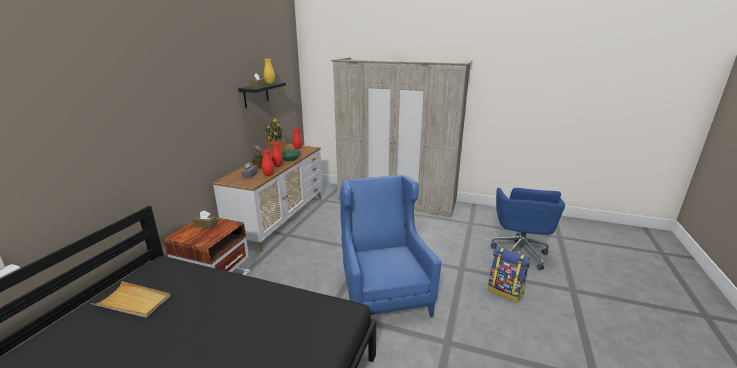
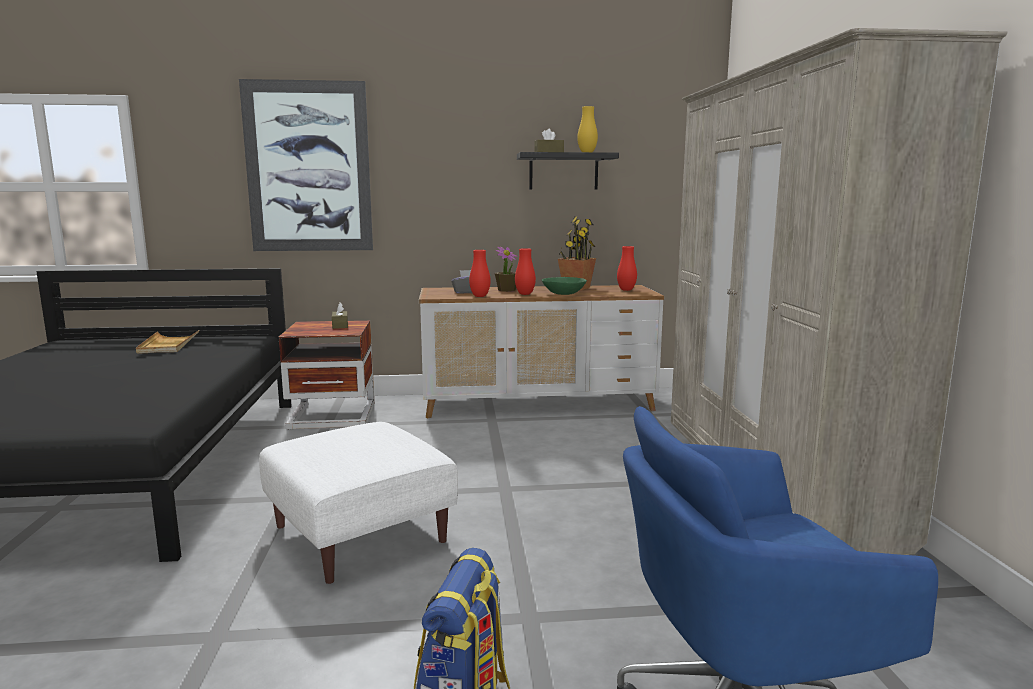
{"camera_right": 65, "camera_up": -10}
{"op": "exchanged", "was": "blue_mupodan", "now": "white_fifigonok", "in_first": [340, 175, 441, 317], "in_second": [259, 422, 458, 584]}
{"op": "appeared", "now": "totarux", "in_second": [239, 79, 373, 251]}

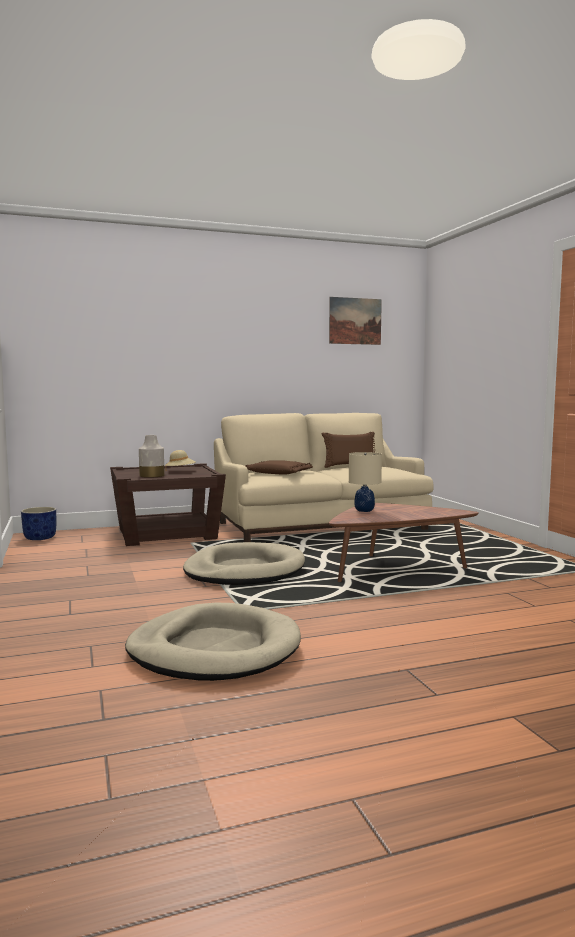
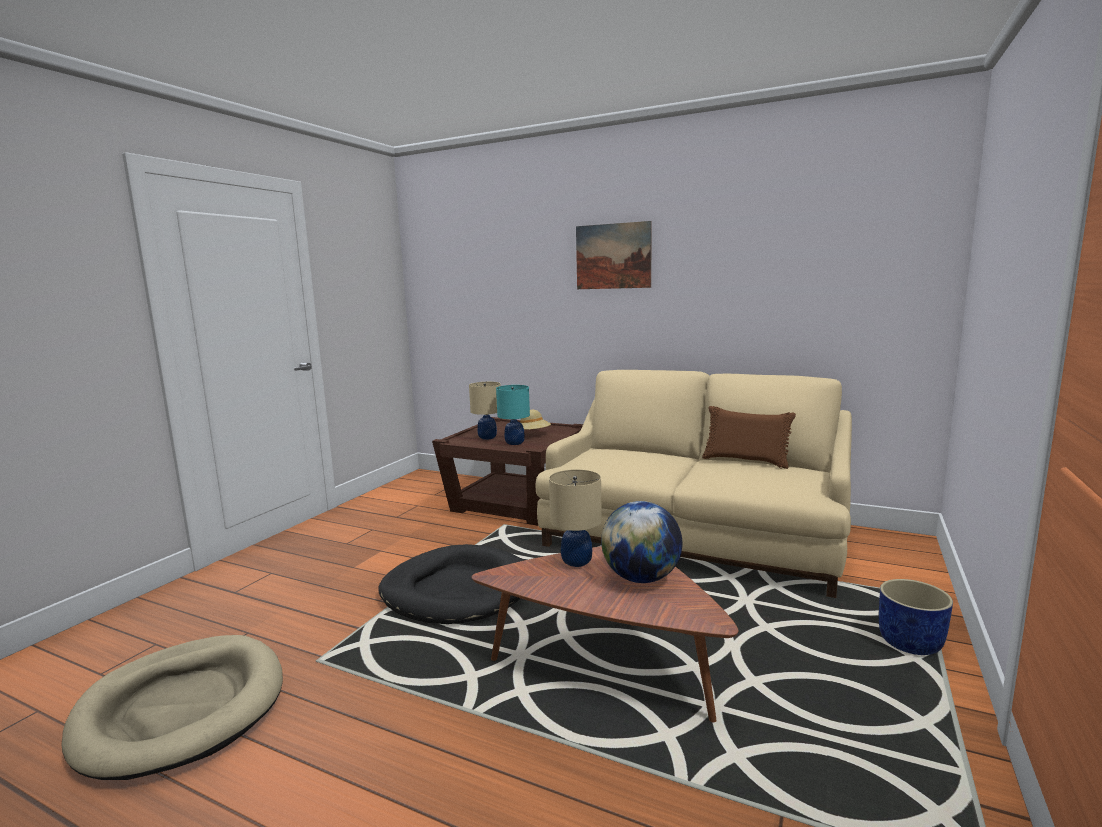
{"camera_right": 45, "camera_up": 5}
{"op": "relocated", "was": "totarux", "in_first": [329, 297, 382, 345], "in_second": [576, 221, 652, 289]}
{"op": "exchanged", "was": "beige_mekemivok", "now": "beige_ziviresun", "in_first": [139, 435, 165, 478], "in_second": [469, 382, 501, 440]}
{"op": "missing", "was": "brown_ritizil", "in_first": [246, 460, 313, 475]}
{"op": "relocated", "was": "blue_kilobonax", "in_first": [21, 507, 56, 540], "in_second": [879, 579, 953, 655]}
{"op": "colour", "was": "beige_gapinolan", "now": "black_gapinolan", "in_first": [183, 542, 305, 585], "in_second": [378, 544, 524, 624]}
{"op": "appeared", "now": "turquoise_ziviresun", "in_second": [496, 385, 530, 445]}
{"op": "appeared", "now": "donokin", "in_second": [601, 501, 682, 583]}

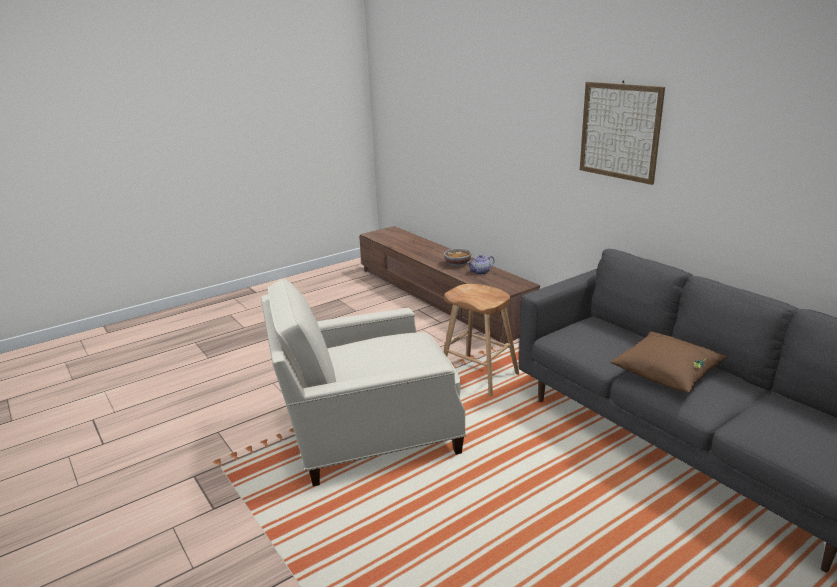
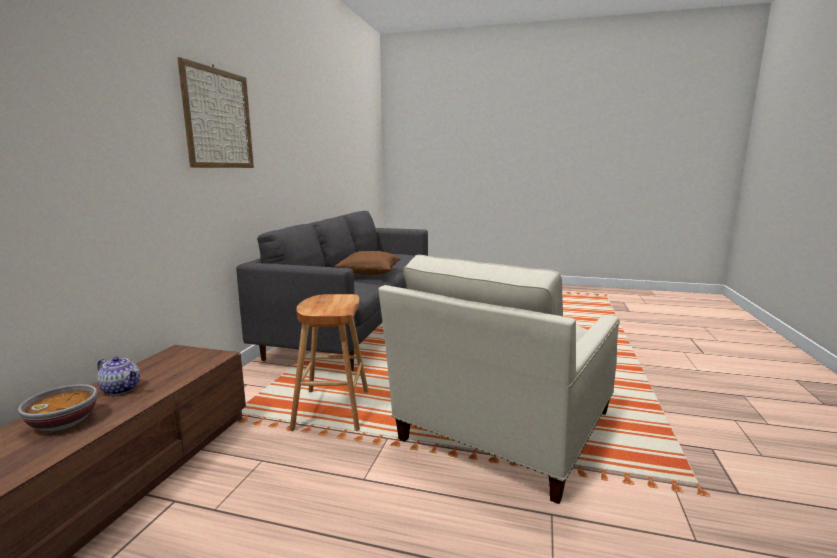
{"camera_right": -130, "camera_up": -10}
{"op": "spun", "was": "beige_mupodan", "in_first": [261, 278, 466, 487], "in_second": [378, 255, 620, 504], "clockwise": 90}

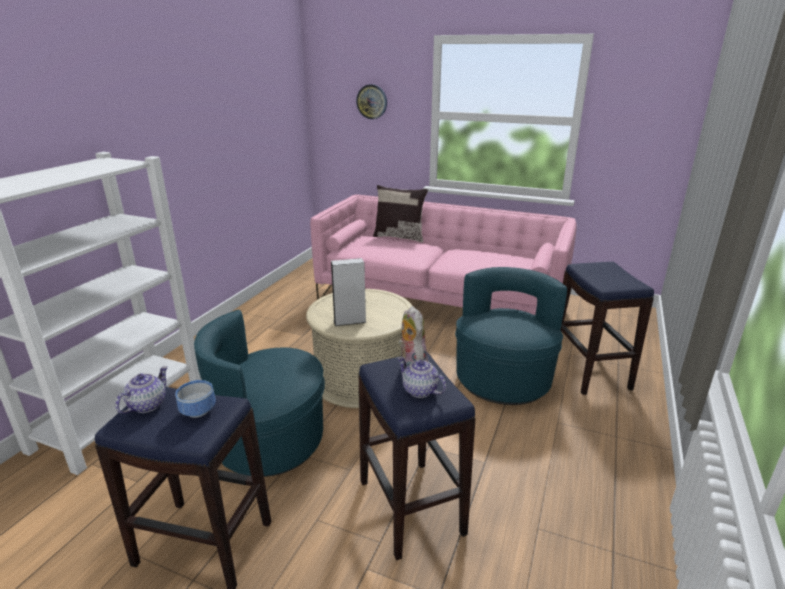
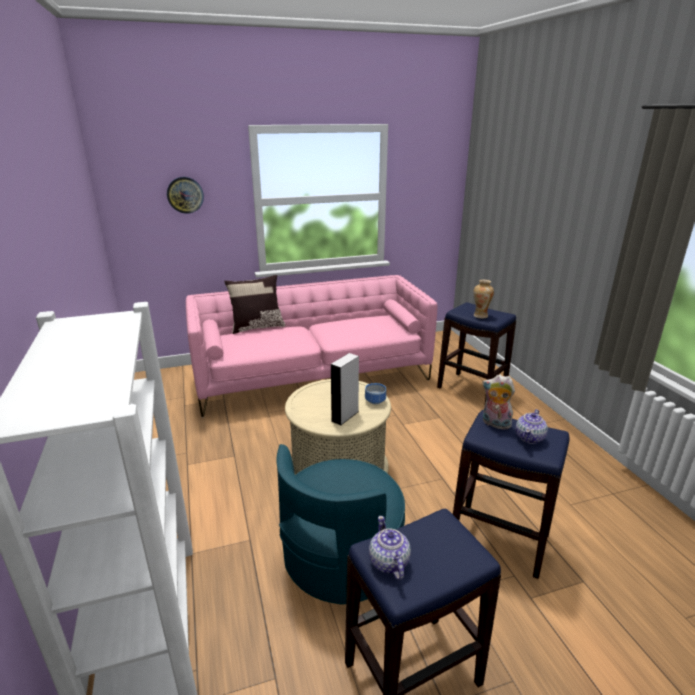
{"camera_right": -40, "camera_up": 0}
{"op": "missing", "was": "turquoise_mupodan", "in_first": [455, 267, 567, 405]}
{"op": "spun", "was": "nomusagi", "in_first": [397, 357, 447, 398], "in_second": [515, 409, 548, 444], "clockwise": -60}
{"op": "relocated", "was": "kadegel", "in_first": [175, 380, 216, 418], "in_second": [365, 383, 386, 405]}
{"op": "appeared", "now": "mekemivok", "in_second": [473, 280, 494, 318]}

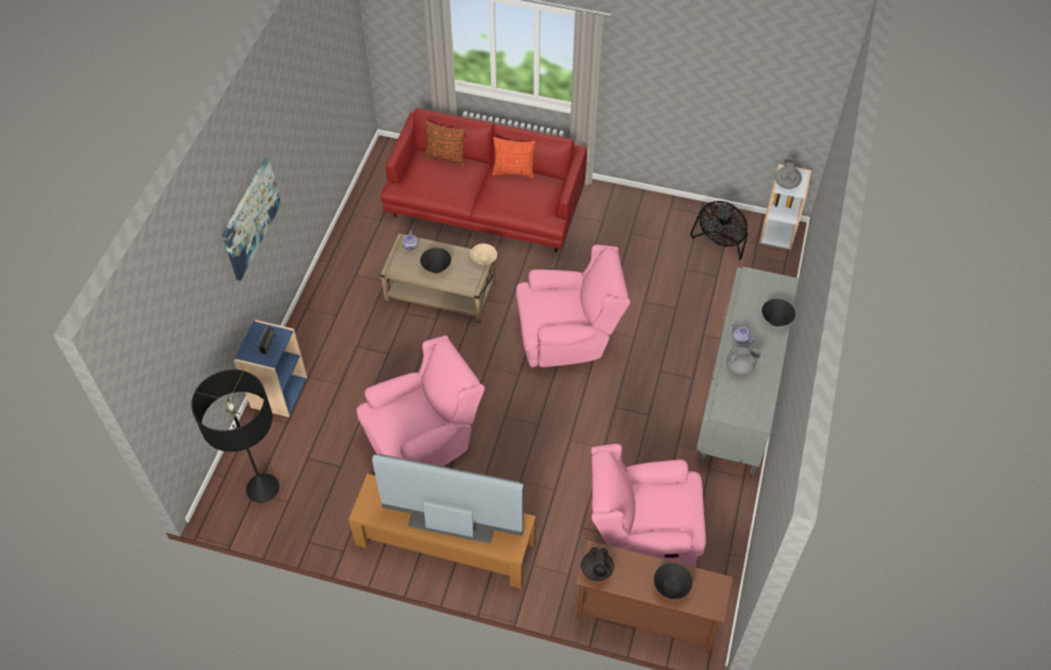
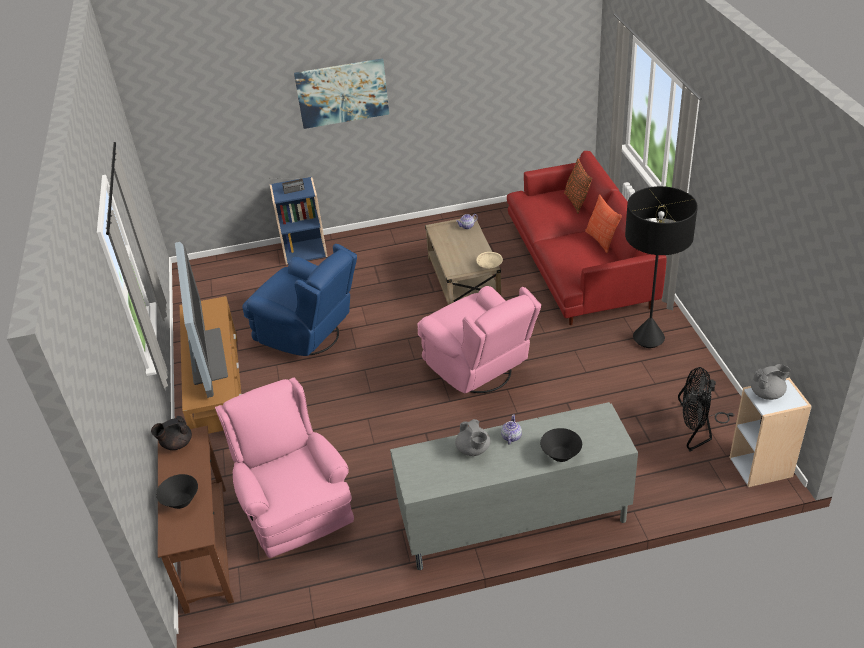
{"camera_right": 65, "camera_up": -15}
{"op": "missing", "was": "black_kadegel", "in_first": [420, 248, 451, 273]}
{"op": "colour", "was": "pink_mupodan", "now": "blue_mupodan", "in_first": [357, 335, 485, 466], "in_second": [242, 244, 357, 356]}
{"op": "relocated", "was": "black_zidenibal", "in_first": [191, 369, 279, 503], "in_second": [625, 186, 698, 348]}

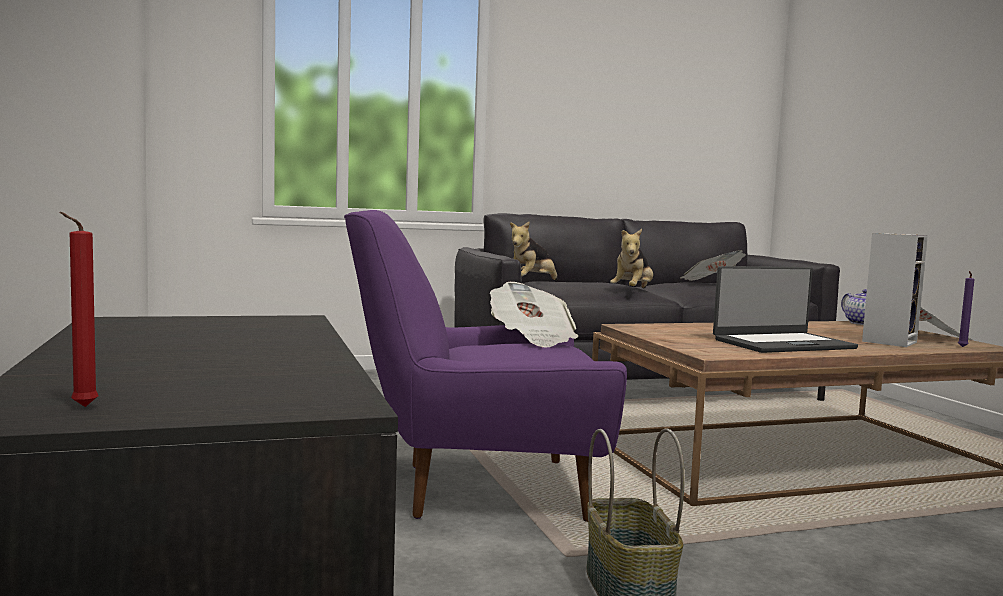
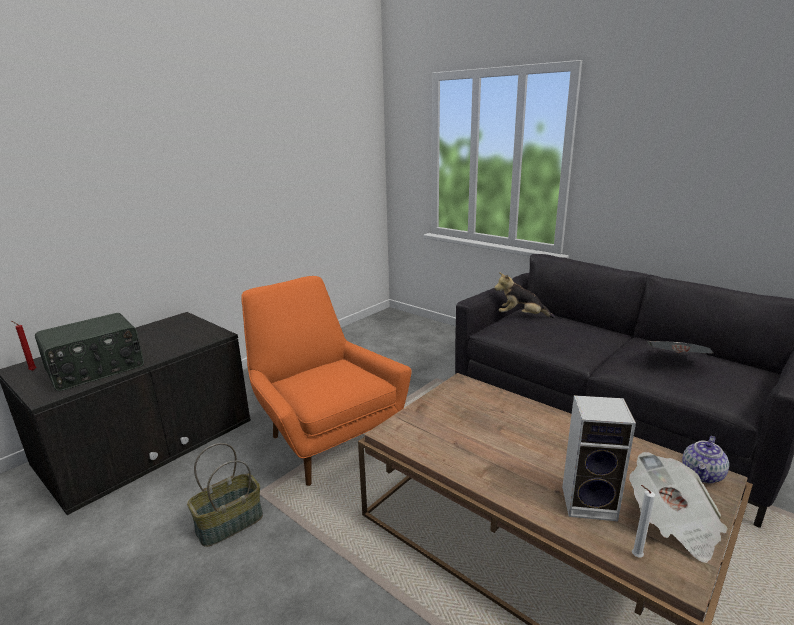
{"camera_right": 60, "camera_up": 15}
{"op": "colour", "was": "purple_mupodan", "now": "orange_mupodan", "in_first": [344, 210, 627, 522], "in_second": [241, 276, 412, 486]}
{"op": "missing", "was": "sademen", "in_first": [610, 229, 653, 288]}
{"op": "missing", "was": "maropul", "in_first": [713, 266, 858, 353]}
{"op": "colour", "was": "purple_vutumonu", "now": "white_vutumonu", "in_first": [958, 271, 975, 347], "in_second": [632, 485, 655, 557]}
{"op": "missing", "was": "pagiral", "in_first": [490, 282, 578, 347]}
{"op": "appeared", "now": "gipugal", "in_second": [35, 313, 144, 391]}

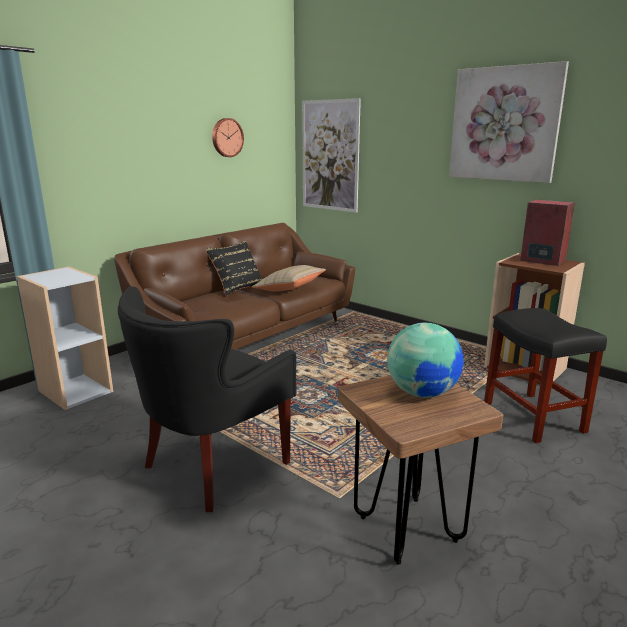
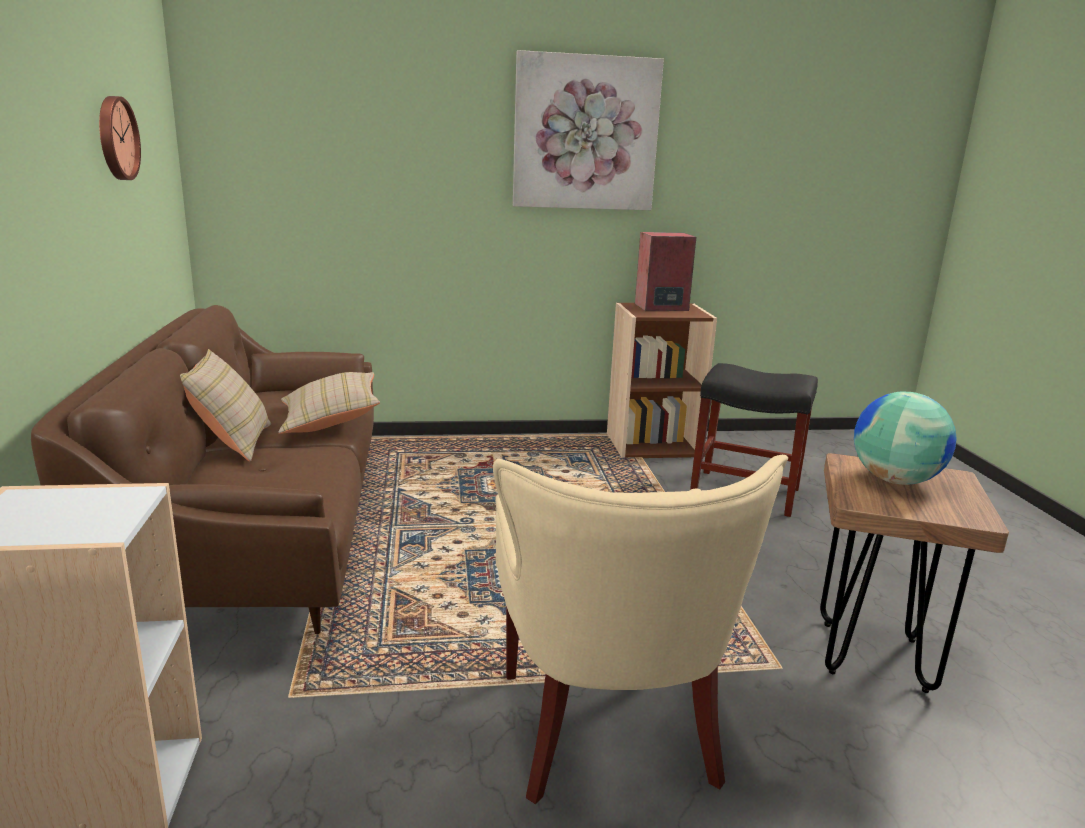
{"camera_right": -50, "camera_up": 0}
{"op": "missing", "was": "totarux", "in_first": [302, 98, 361, 213]}
{"op": "colour", "was": "black_ritizil", "now": "beige_ritizil", "in_first": [206, 241, 262, 296], "in_second": [180, 349, 271, 461]}
{"op": "colour", "was": "black_mupodan", "now": "beige_mupodan", "in_first": [118, 286, 297, 512], "in_second": [493, 455, 788, 804]}

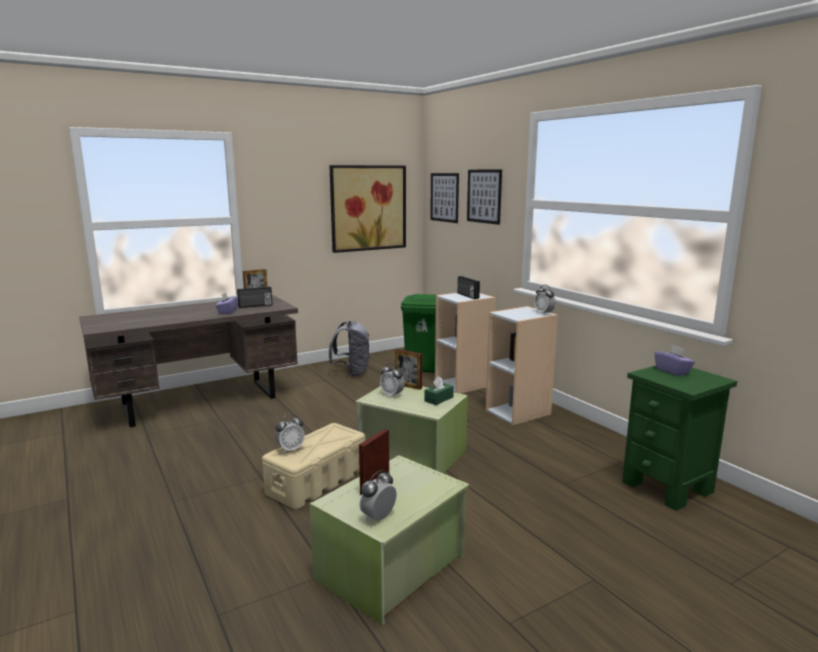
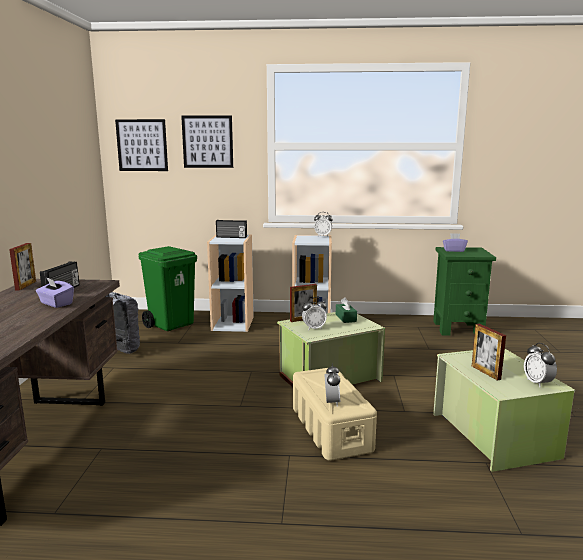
{"camera_right": -55, "camera_up": 0}
{"op": "missing", "was": "totarux", "in_first": [329, 165, 406, 253]}

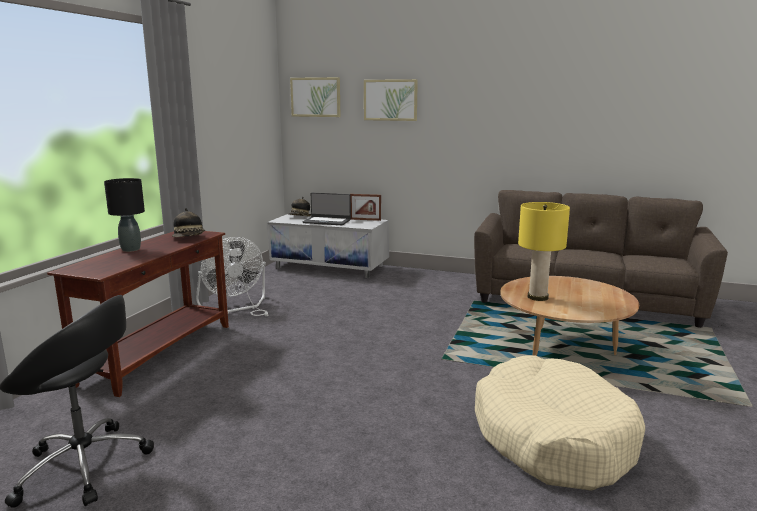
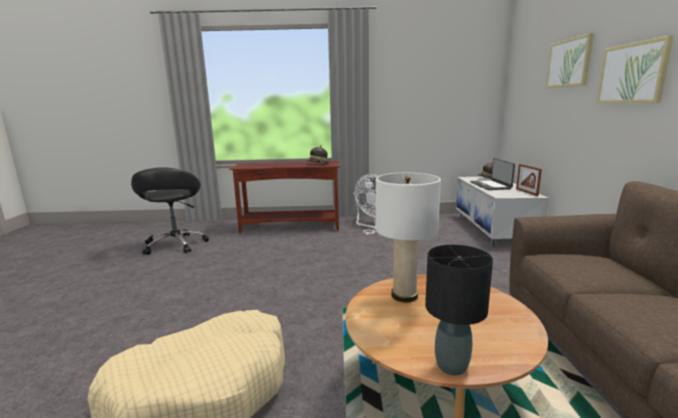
{"camera_right": 70, "camera_up": 0}
{"op": "relocated", "was": "totarux", "in_first": [290, 77, 341, 117], "in_second": [597, 35, 674, 103]}
{"op": "relocated", "was": "black_ziviresun", "in_first": [104, 178, 145, 252], "in_second": [425, 245, 493, 375]}
{"op": "colour", "was": "yellow_ziviresun", "now": "white_ziviresun", "in_first": [518, 202, 570, 301], "in_second": [375, 173, 441, 302]}

